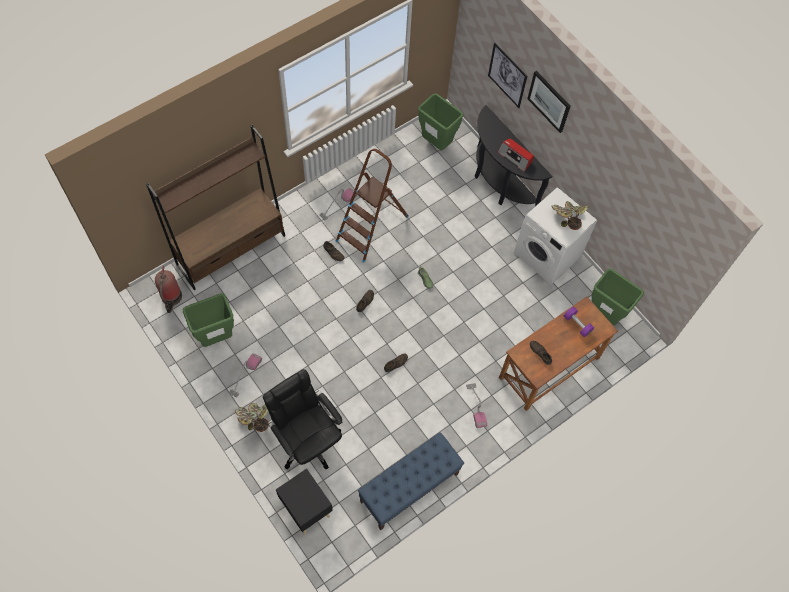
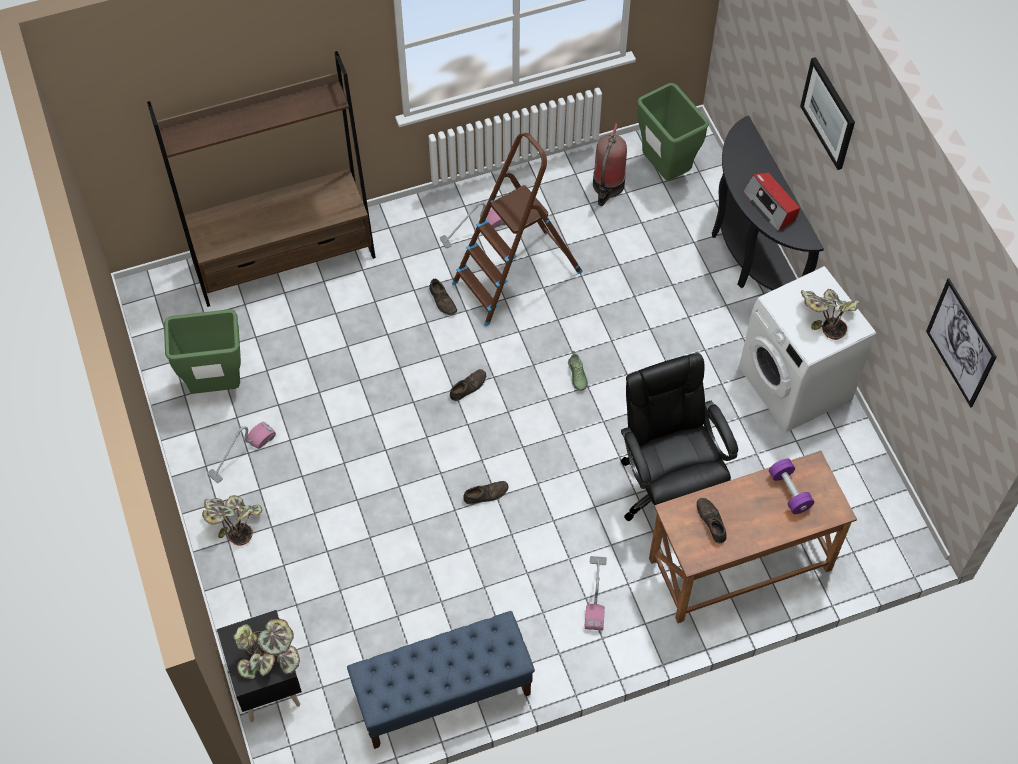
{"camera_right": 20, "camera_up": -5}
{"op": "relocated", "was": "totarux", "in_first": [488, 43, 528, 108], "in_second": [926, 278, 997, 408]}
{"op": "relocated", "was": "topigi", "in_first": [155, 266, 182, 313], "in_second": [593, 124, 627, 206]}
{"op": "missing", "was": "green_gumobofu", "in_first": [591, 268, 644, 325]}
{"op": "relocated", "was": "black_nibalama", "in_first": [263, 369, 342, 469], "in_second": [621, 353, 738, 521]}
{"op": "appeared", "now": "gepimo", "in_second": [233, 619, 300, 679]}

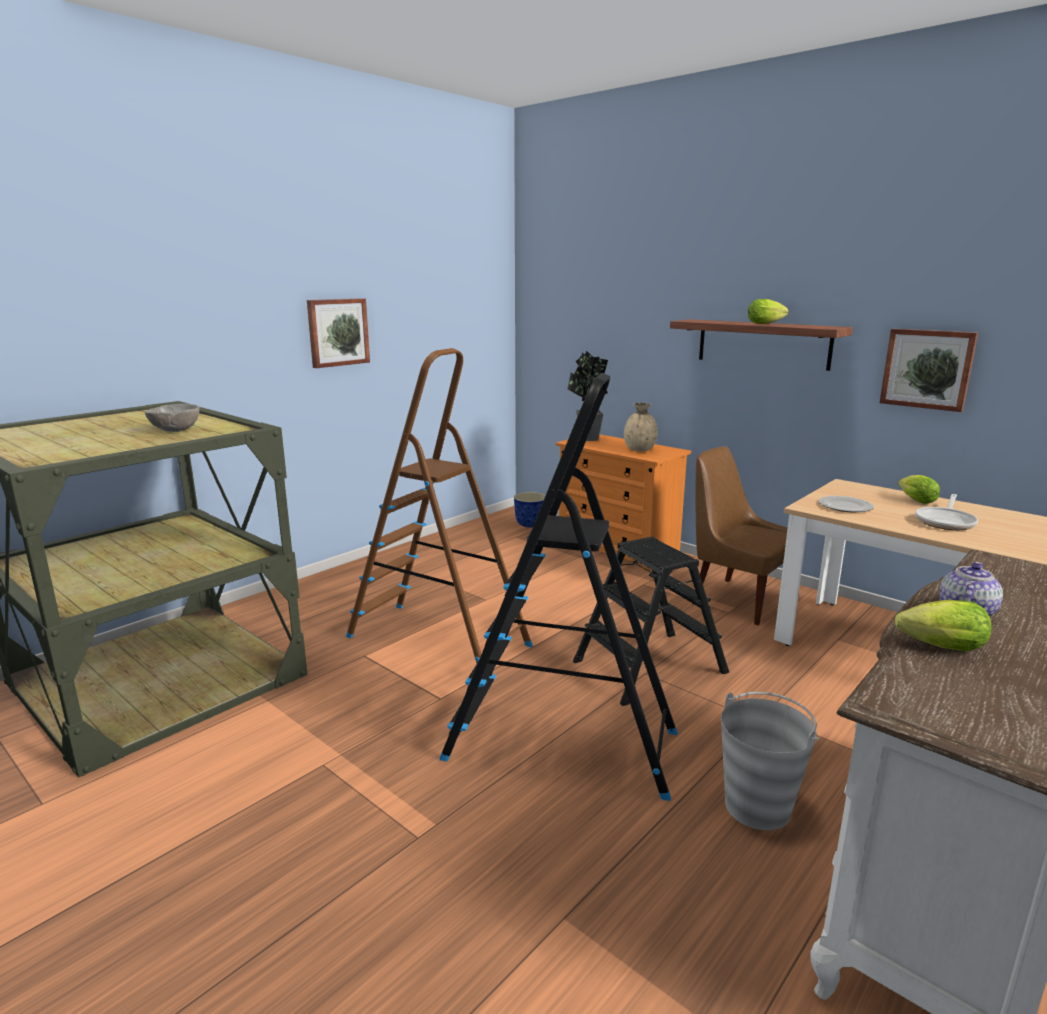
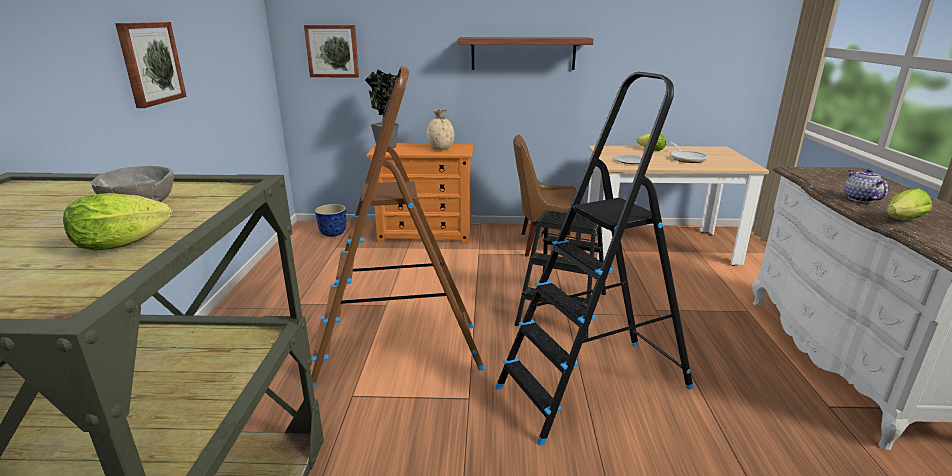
{"camera_right": -40, "camera_up": 5}
{"op": "relocated", "was": "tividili", "in_first": [748, 299, 789, 324], "in_second": [63, 193, 172, 251]}
{"op": "relocated", "was": "totarux", "in_first": [880, 329, 978, 412], "in_second": [304, 25, 359, 77]}
{"op": "missing", "was": "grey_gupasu", "in_first": [721, 692, 819, 830]}

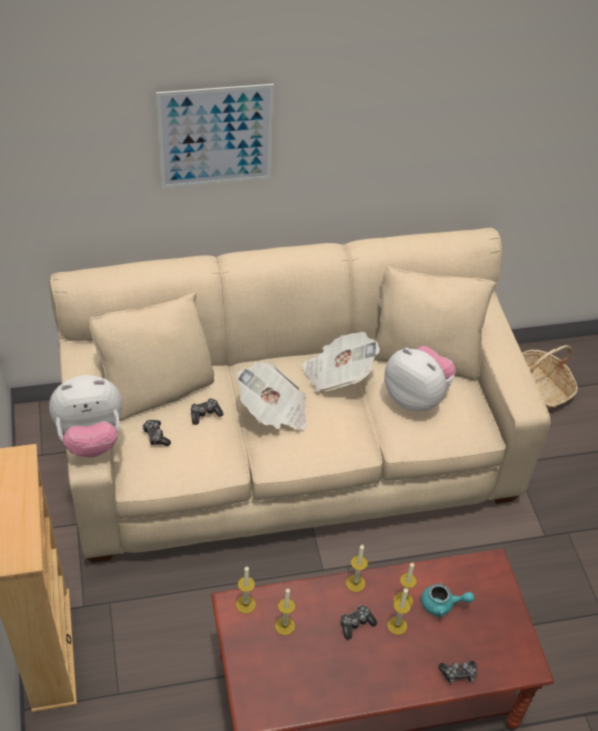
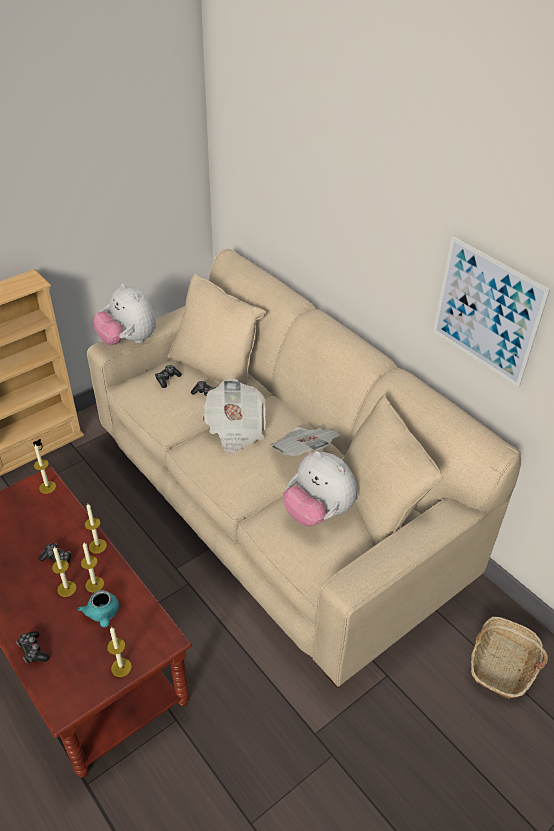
{"camera_right": 65, "camera_up": -5}
{"op": "relocated", "was": "totarux", "in_first": [156, 84, 274, 188], "in_second": [433, 236, 550, 387]}
{"op": "spun", "was": "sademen", "in_first": [385, 346, 456, 411], "in_second": [283, 451, 357, 526], "clockwise": 120}
{"op": "relocated", "was": "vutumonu", "in_first": [275, 588, 295, 635], "in_second": [107, 627, 132, 677]}

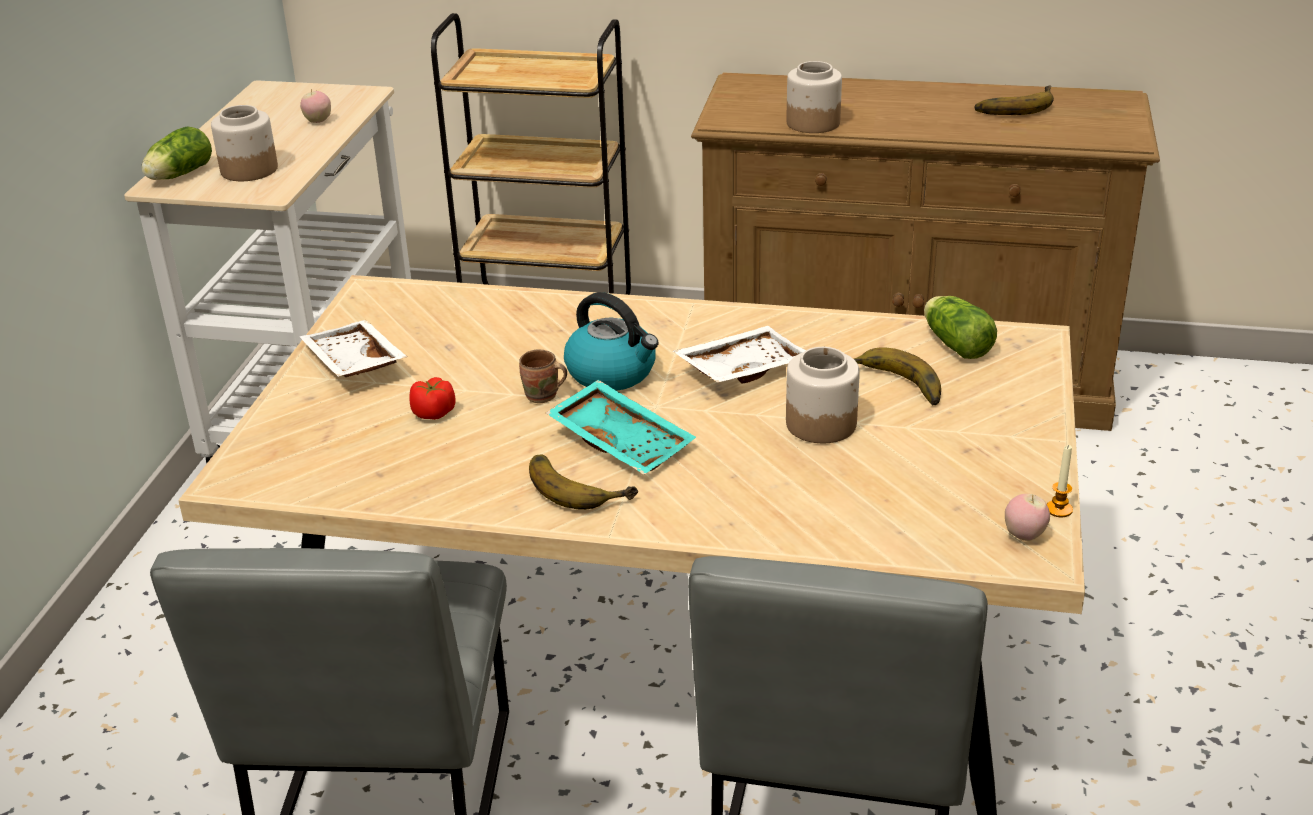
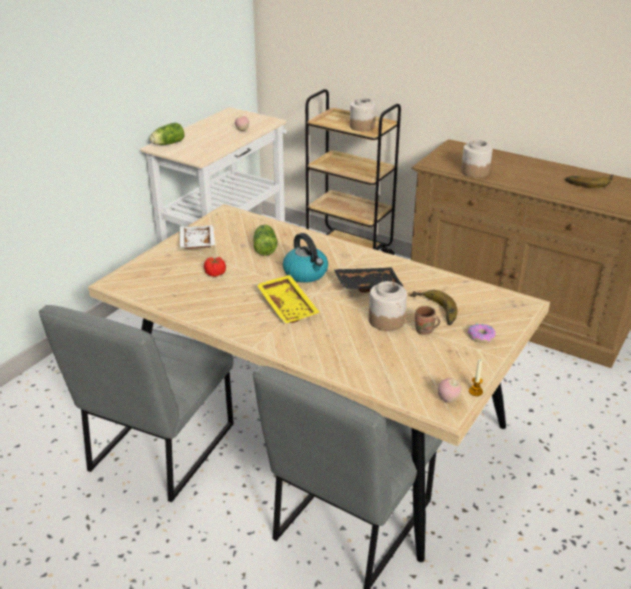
{"camera_right": 20, "camera_up": 0}
{"op": "relocated", "was": "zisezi", "in_first": [211, 105, 278, 181], "in_second": [350, 98, 376, 131]}
{"op": "relocated", "was": "tividili", "in_first": [924, 296, 997, 359], "in_second": [253, 224, 277, 256]}
{"op": "colour", "was": "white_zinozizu", "now": "black_zinozizu", "in_first": [673, 326, 806, 384], "in_second": [334, 268, 404, 293]}
{"op": "relocated", "was": "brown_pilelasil", "in_first": [519, 350, 567, 403], "in_second": [415, 306, 440, 335]}
{"op": "colour", "was": "turquoise_zinozizu", "now": "yellow_zinozizu", "in_first": [546, 380, 696, 475], "in_second": [256, 275, 319, 324]}
{"op": "missing", "was": "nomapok", "in_first": [529, 455, 638, 510]}
{"op": "appeared", "now": "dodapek", "in_second": [468, 324, 496, 343]}

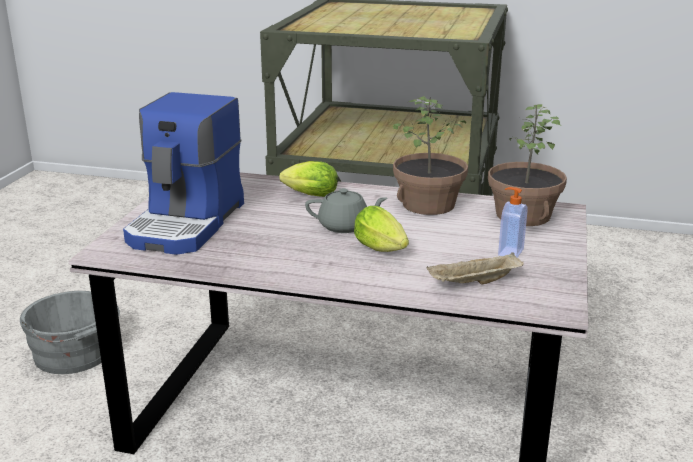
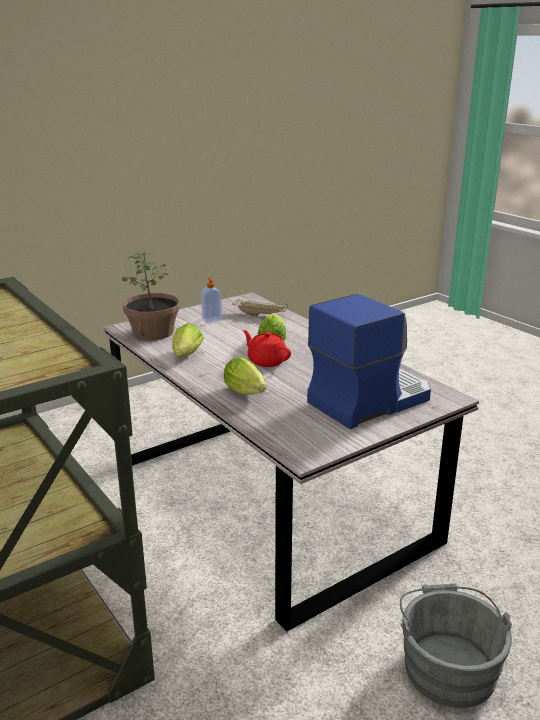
{"camera_right": -140, "camera_up": 0}
{"op": "exchanged", "was": "gepimo", "now": "tividili", "in_first": [393, 96, 468, 215], "in_second": [172, 323, 204, 357]}
{"op": "colour", "was": "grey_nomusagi", "now": "red_nomusagi", "in_first": [305, 188, 388, 233], "in_second": [243, 330, 291, 367]}

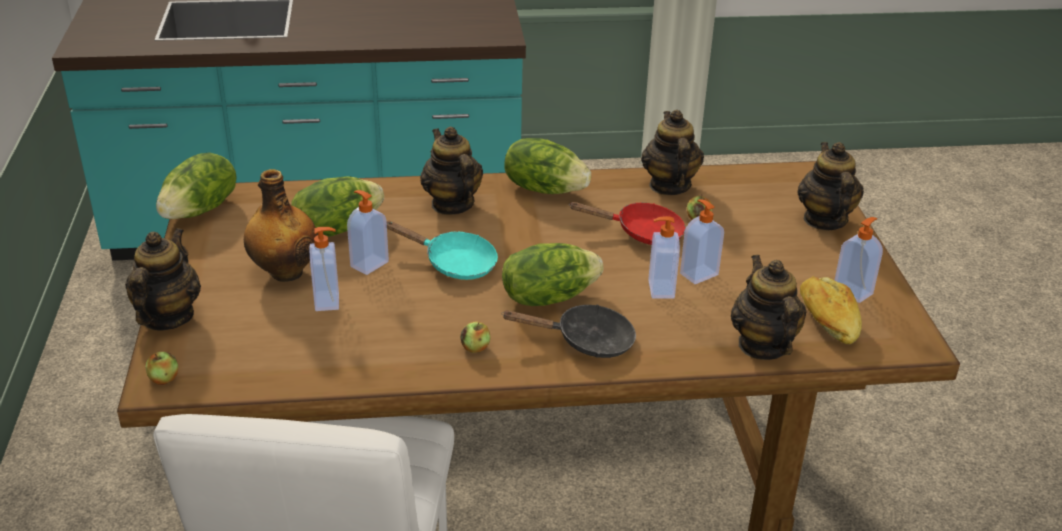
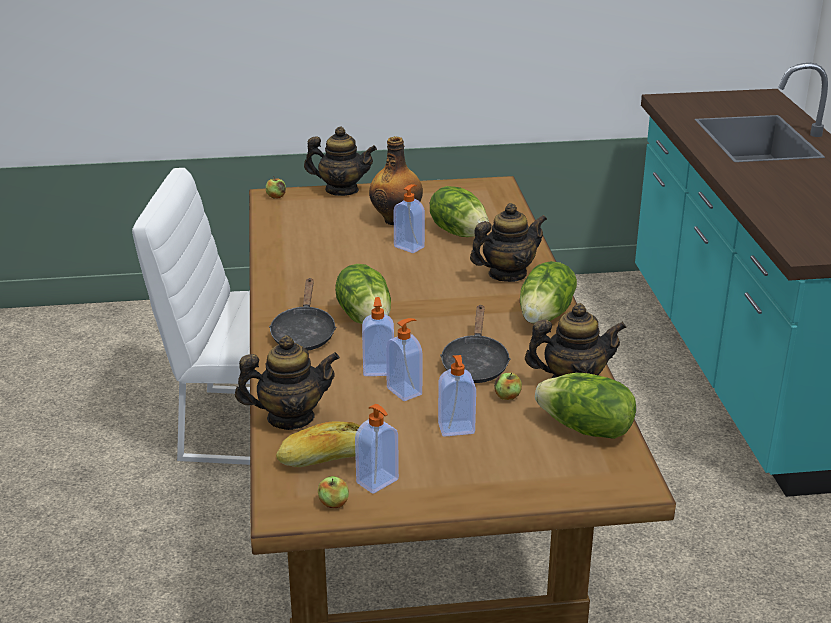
{"camera_right": 90, "camera_up": -5}
{"op": "missing", "was": "nomusagi", "in_first": [797, 142, 864, 230]}
{"op": "relocated", "was": "tividili", "in_first": [156, 152, 237, 219], "in_second": [535, 373, 636, 439]}
{"op": "colour", "was": "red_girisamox", "now": "black_girisamox", "in_first": [569, 202, 686, 245], "in_second": [440, 305, 510, 383]}
{"op": "missing", "was": "turquoise_girisamox", "in_first": [386, 221, 498, 280]}
{"op": "relocated", "was": "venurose", "in_first": [310, 227, 339, 311], "in_second": [438, 355, 476, 437]}
{"op": "relocated", "was": "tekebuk", "in_first": [460, 321, 491, 353], "in_second": [318, 476, 349, 508]}

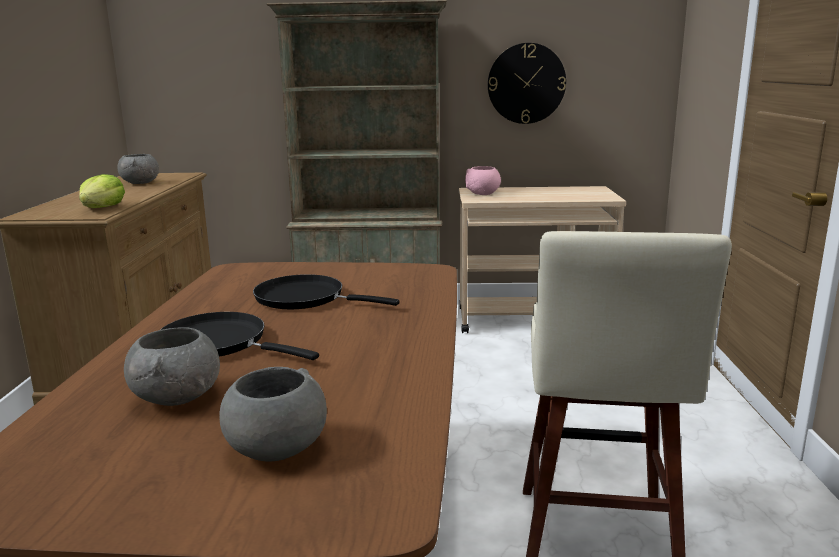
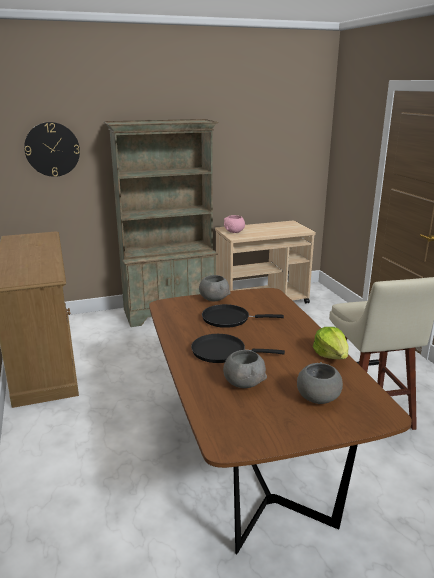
{"camera_right": -20, "camera_up": 5}
{"op": "relocated", "was": "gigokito", "in_first": [488, 43, 566, 124], "in_second": [24, 122, 80, 177]}
{"op": "relocated", "was": "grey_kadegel", "in_first": [117, 154, 159, 184], "in_second": [199, 275, 231, 301]}
{"op": "relocated", "was": "tividili", "in_first": [79, 174, 125, 208], "in_second": [313, 327, 349, 359]}

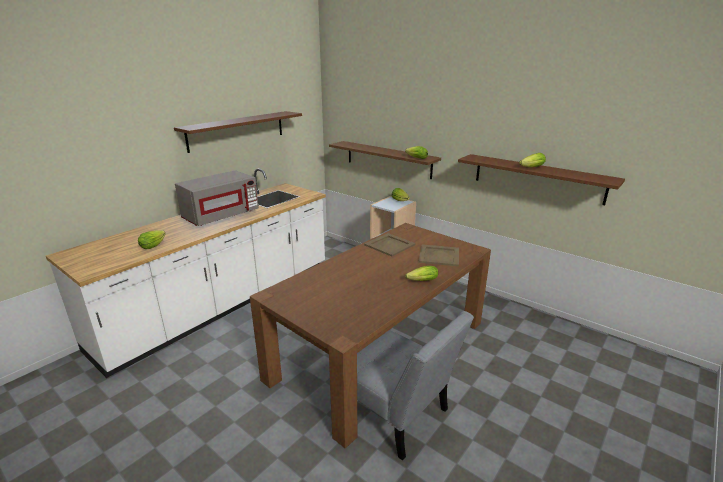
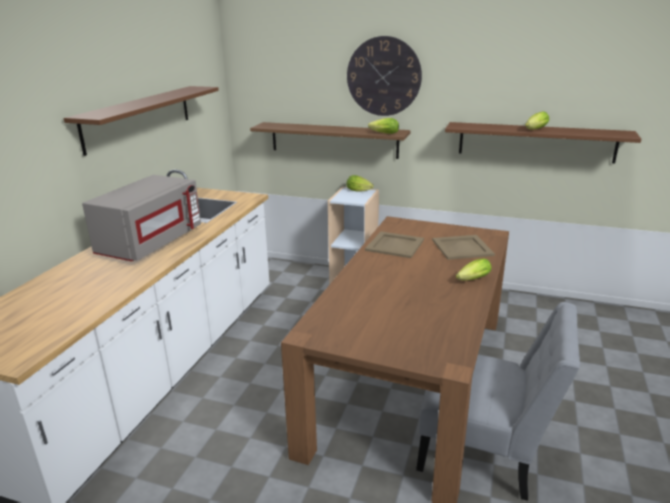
{"camera_right": -20, "camera_up": 0}
{"op": "missing", "was": "tividili", "in_first": [138, 230, 166, 249]}
{"op": "appeared", "now": "gigokito", "in_second": [347, 36, 422, 116]}

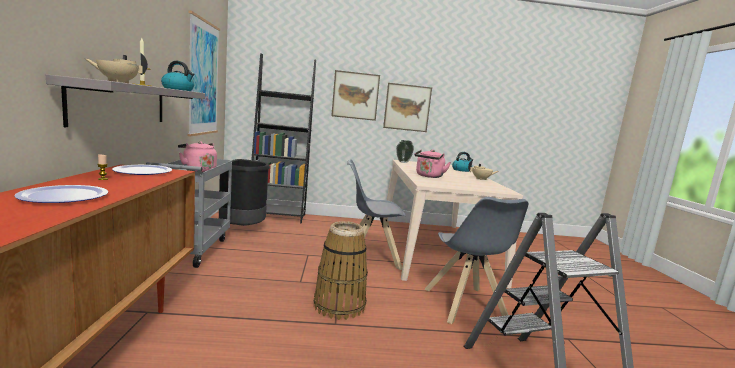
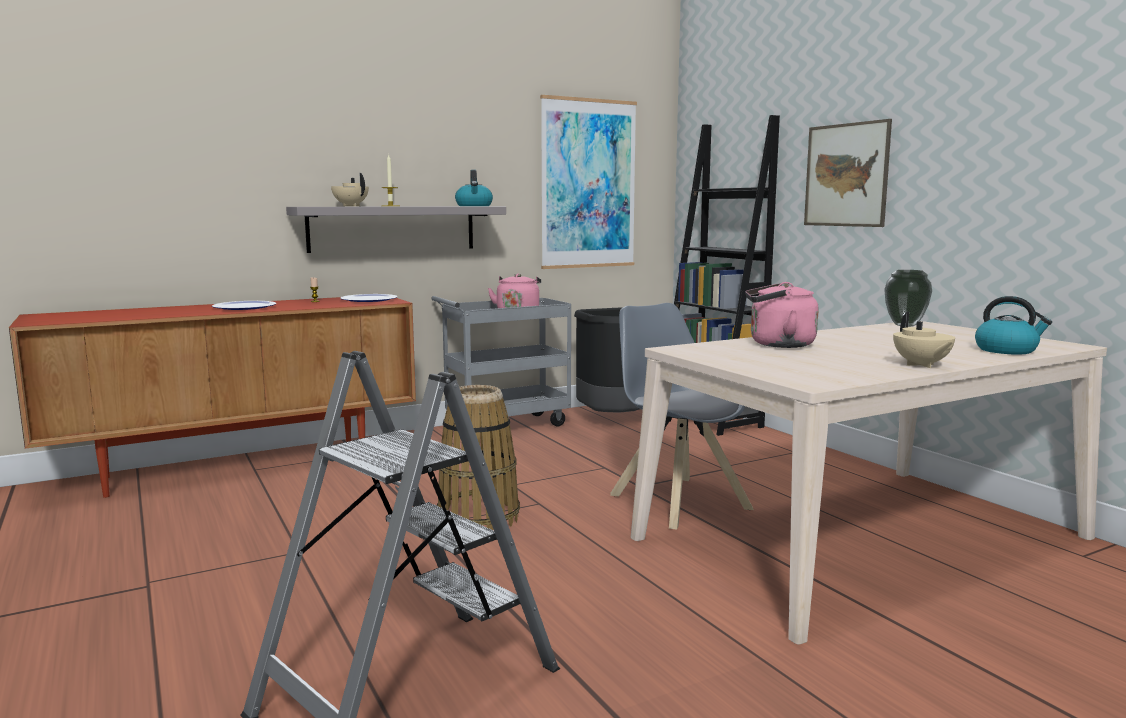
{"camera_right": 65, "camera_up": 0}
{"op": "missing", "was": "totarux", "in_first": [383, 83, 432, 132]}
{"op": "missing", "was": "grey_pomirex", "in_first": [424, 197, 528, 324]}

